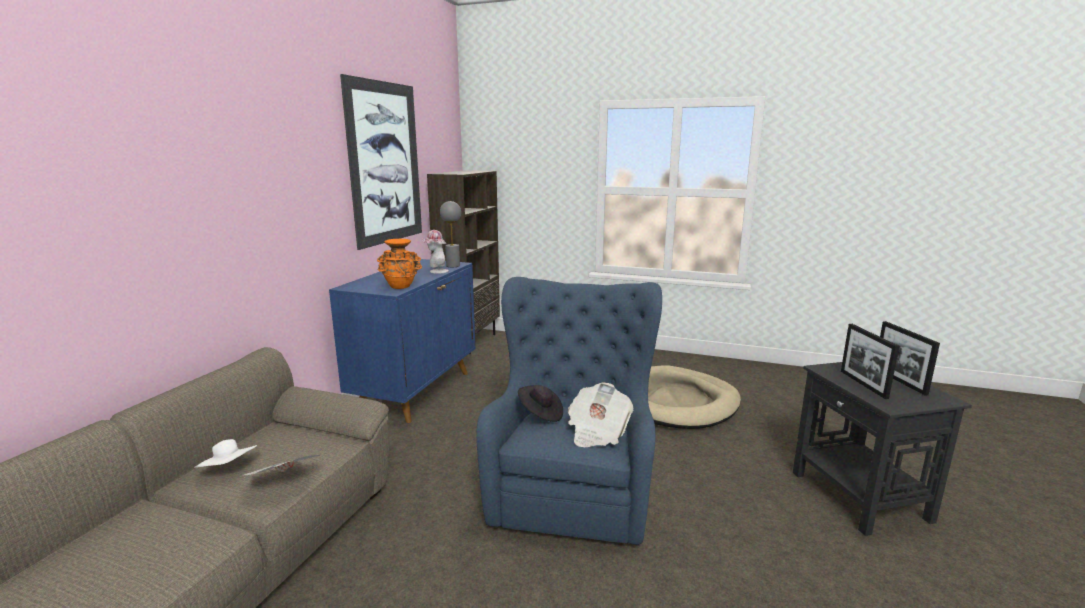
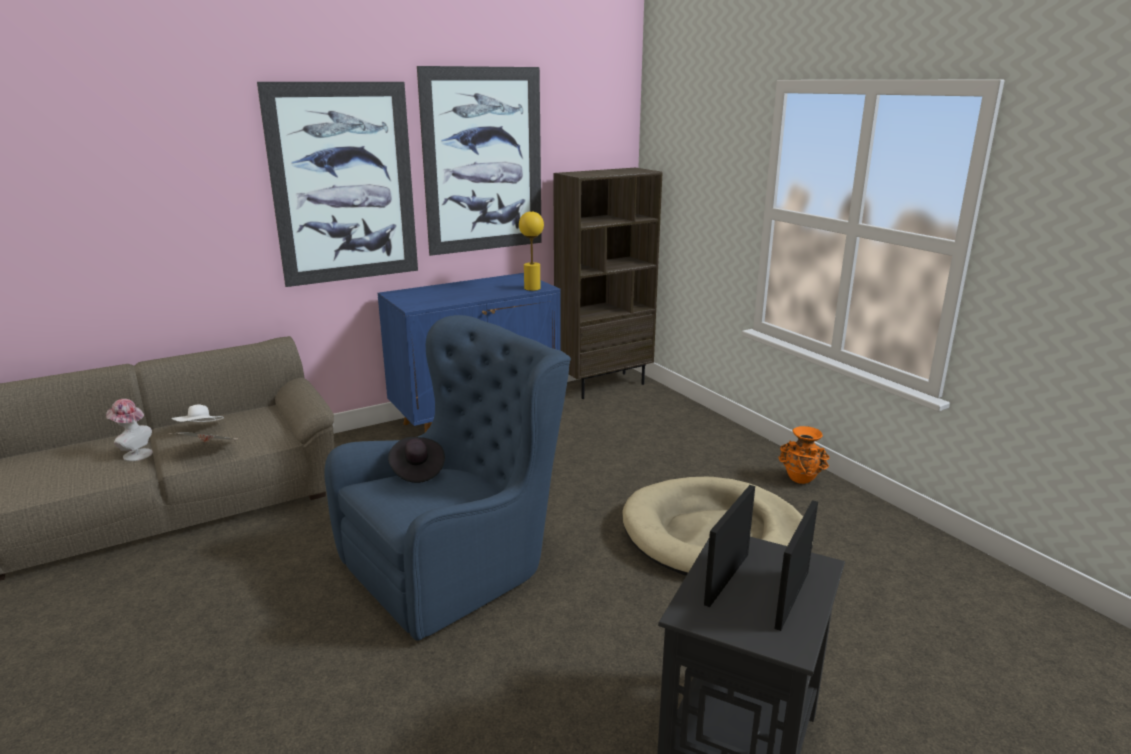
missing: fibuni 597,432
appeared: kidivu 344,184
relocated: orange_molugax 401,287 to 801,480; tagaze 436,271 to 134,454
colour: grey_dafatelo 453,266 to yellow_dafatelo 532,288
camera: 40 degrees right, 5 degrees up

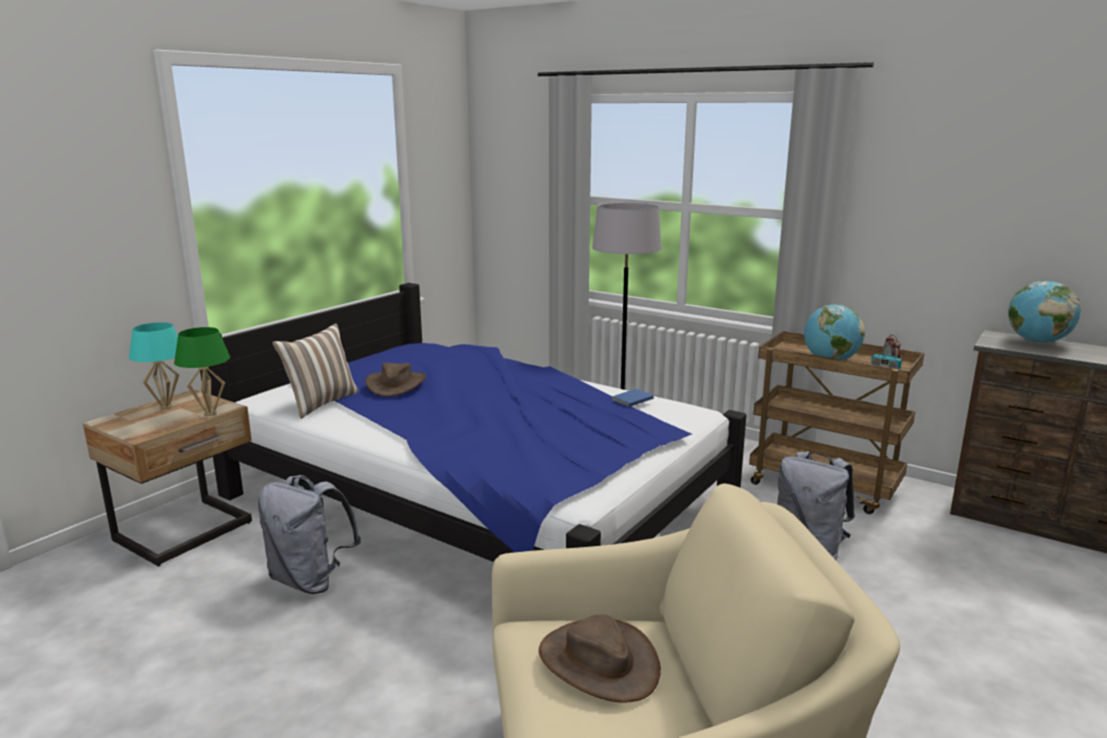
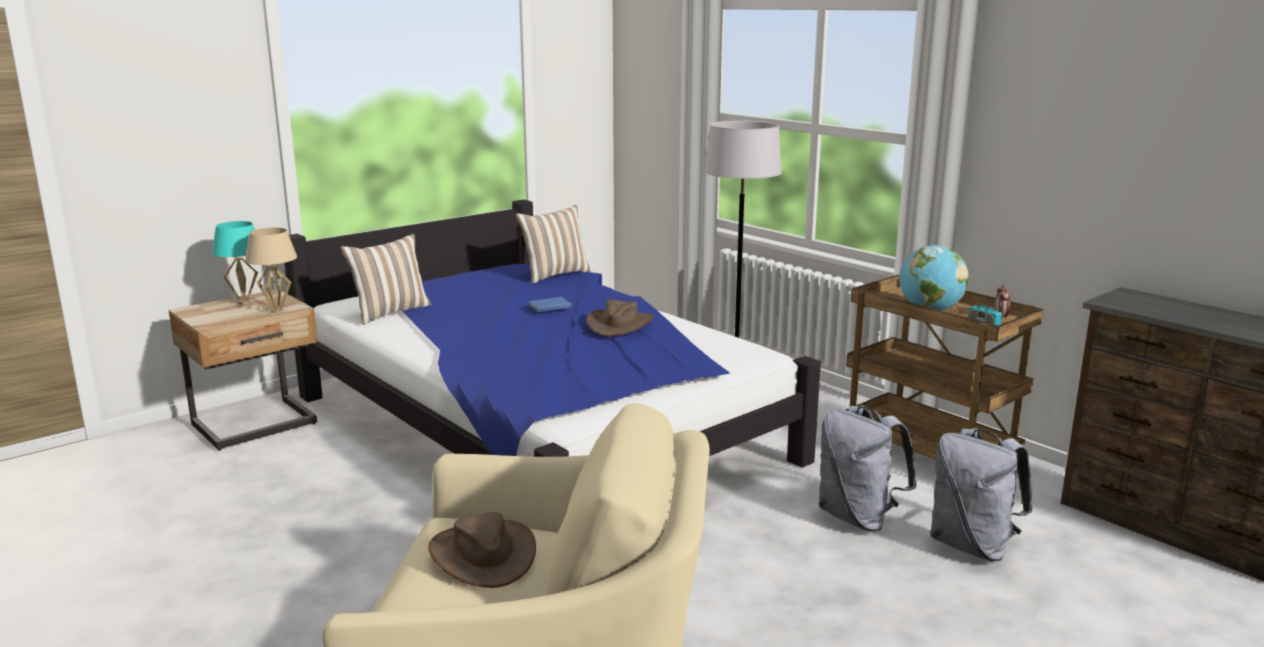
missing: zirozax 1037,342
appeared: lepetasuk 554,275
relocated: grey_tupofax 310,580 to 972,546; brown_tagaze 396,384 to 619,324; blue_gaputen 633,400 to 550,307
colour: green_dafatelo 210,413 to beige_dafatelo 277,311
camera: 15 degrees right, 0 degrees up

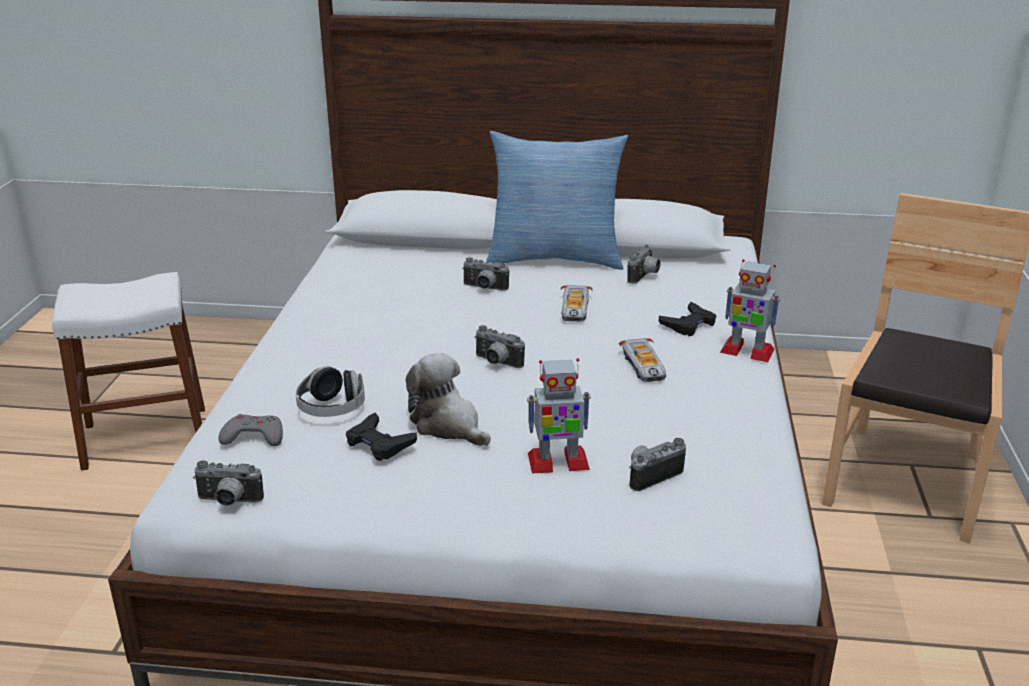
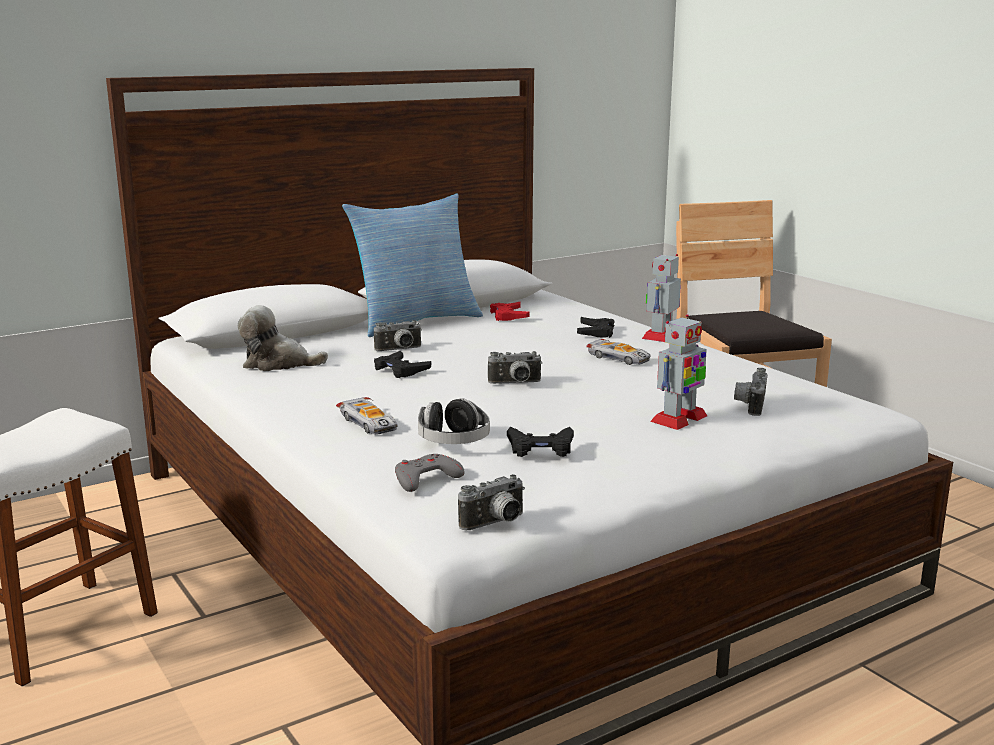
appeared: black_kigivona 400,370
relocated: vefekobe 448,425 to 278,364; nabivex 575,309 to 369,423
exchanged: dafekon 644,276 to red_kigivona 508,316
spun: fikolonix 746,351 = 661,335 135 degrees clockwise
camera: 40 degrees left, 10 degrees down

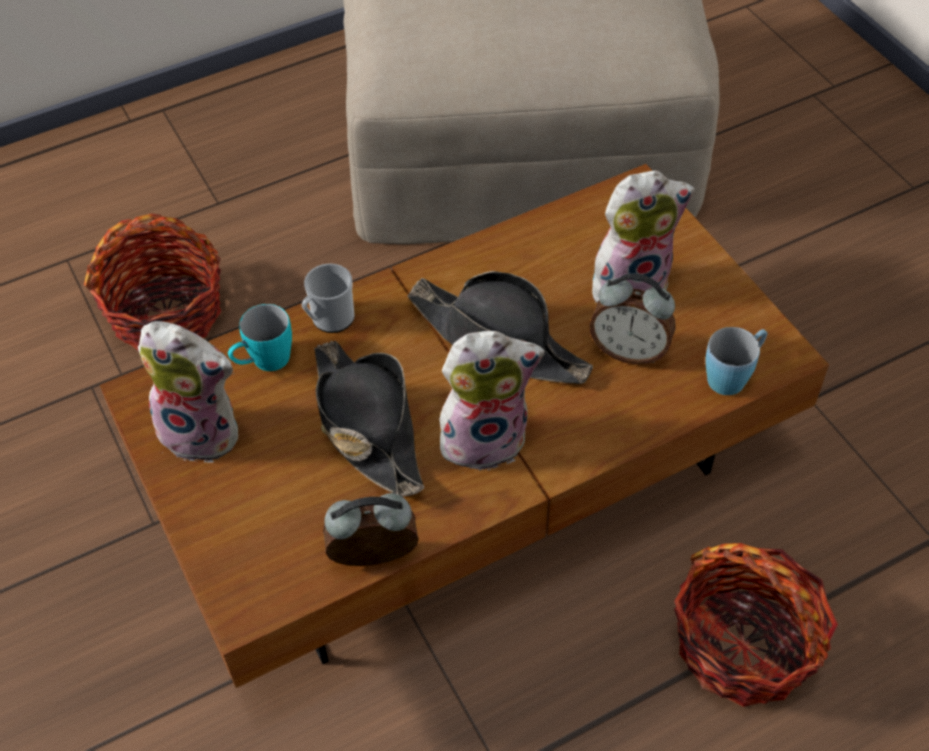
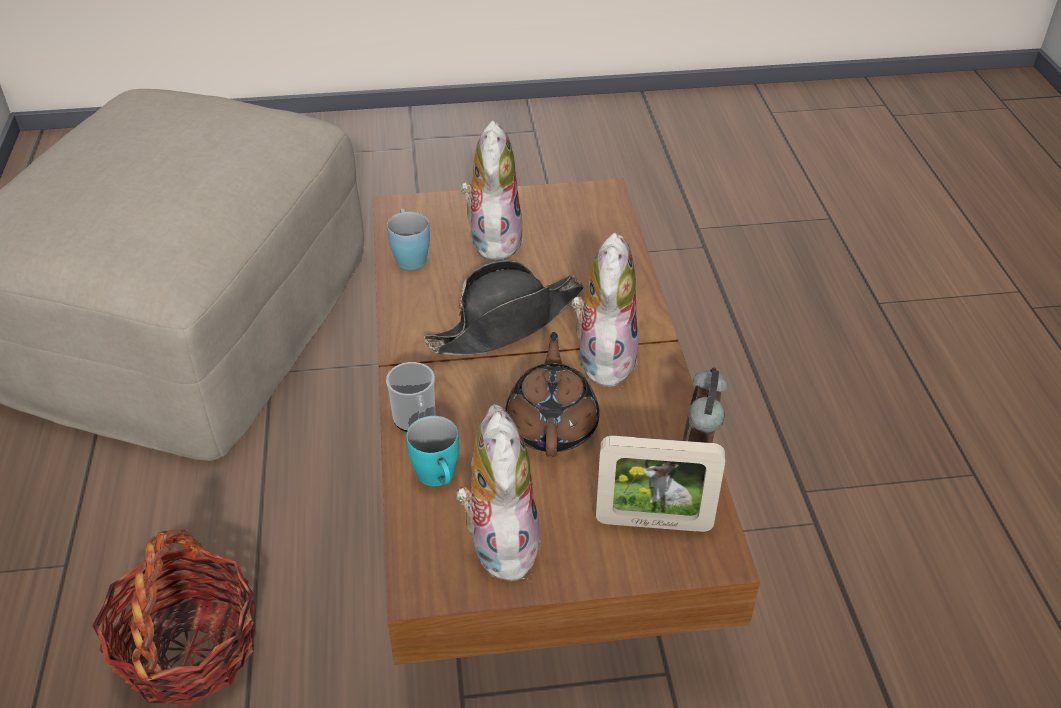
missing: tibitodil 629,350; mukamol 744,645
appeared: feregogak 653,523
relocated: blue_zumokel 733,375 to 409,255
exchanged: black_tagaze 366,424 to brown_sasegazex 552,425
spun: vefekobe 204,431 = 499,542 45 degrees counterclockwise
camera: 70 degrees left, 10 degrees down

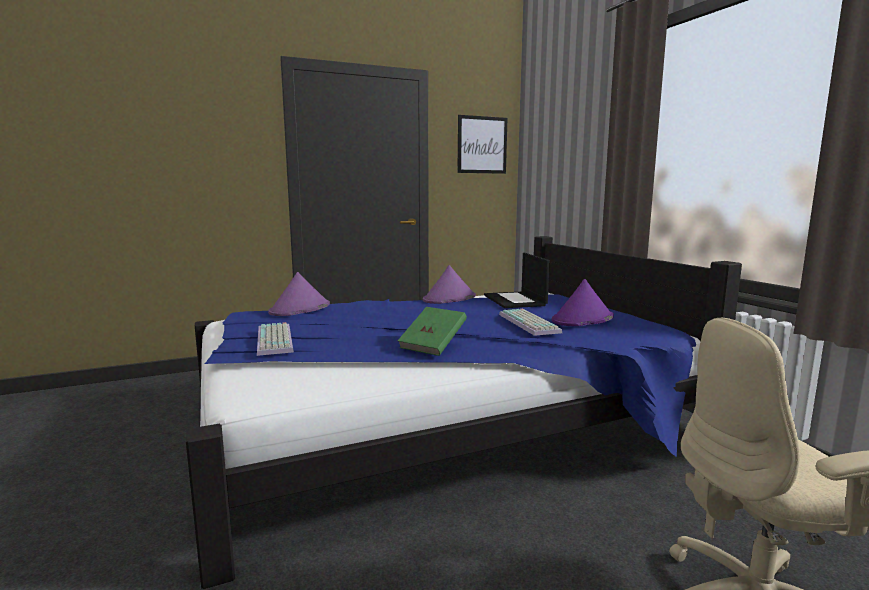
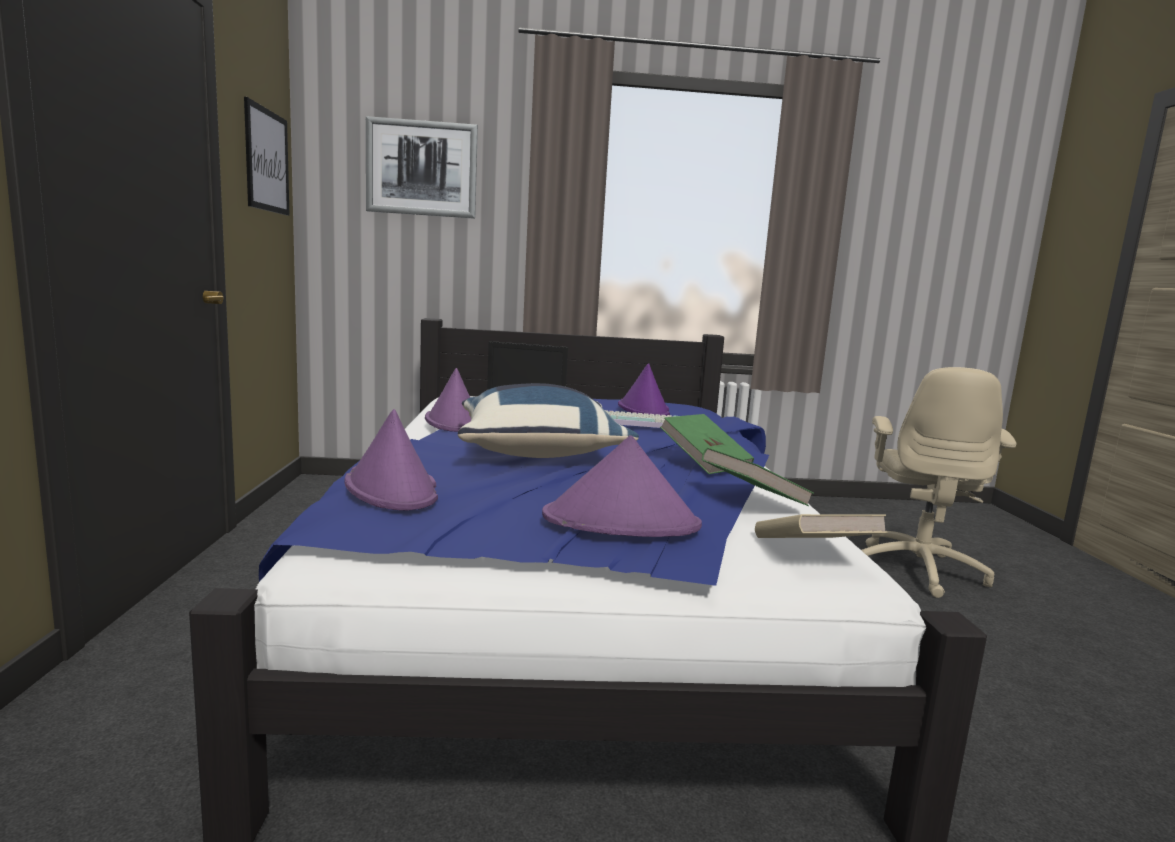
appeared: kidivu 422,168; blue_lepetasuk 539,452; green_gaputen 753,500; beige_gaputen 812,555
exchanged: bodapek 276,340 to purple_tagaze 622,522
camera: 70 degrees left, 0 degrees up

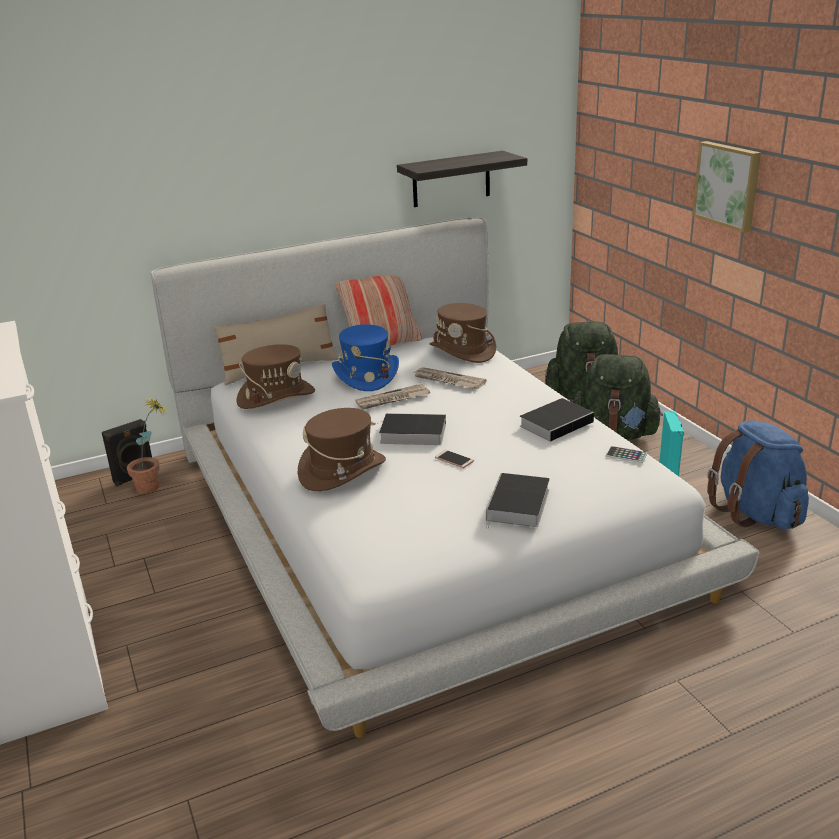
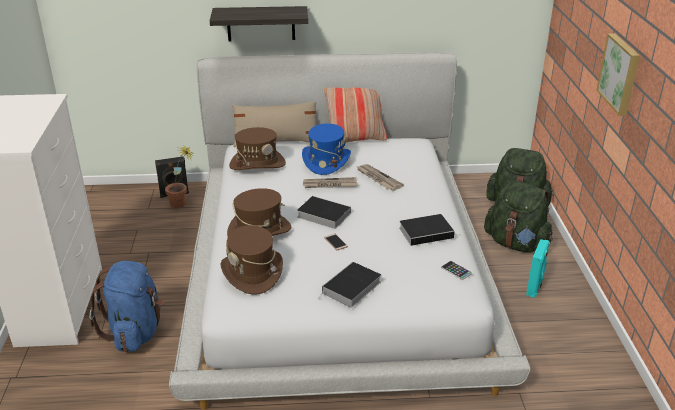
relocated: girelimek 451,179 to 261,23; brown_tagaze 463,351 to 252,273; blue_tupofax 755,513 to 135,332
camera: 20 degrees right, 5 degrees up

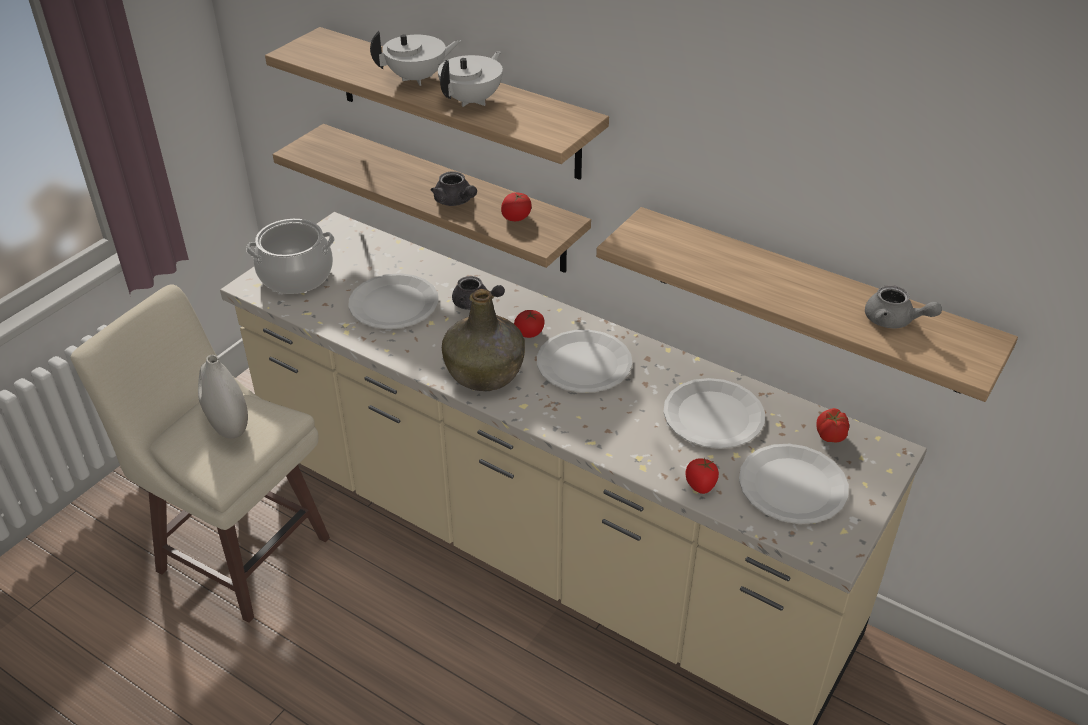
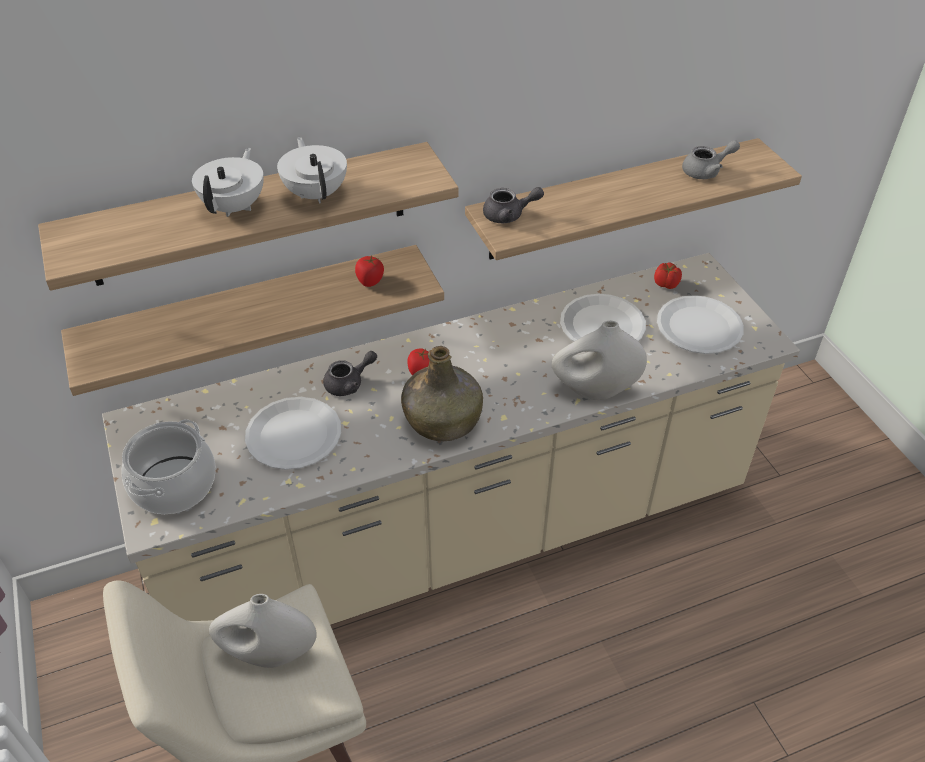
missing: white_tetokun 584,364; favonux 700,485
appeared: white_molugax 594,391
relocated: grey_sasegazex 455,201 to 509,215
camera: 55 degrees left, 5 degrees up

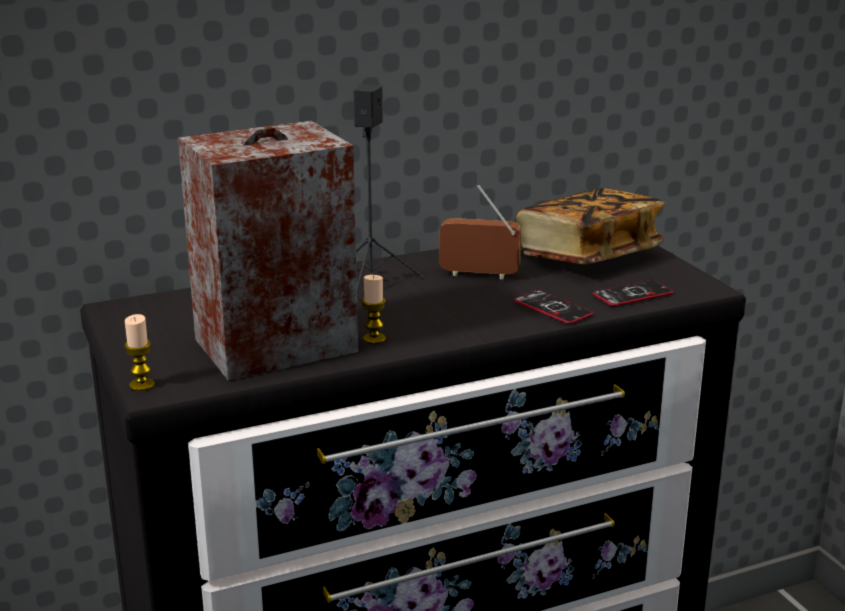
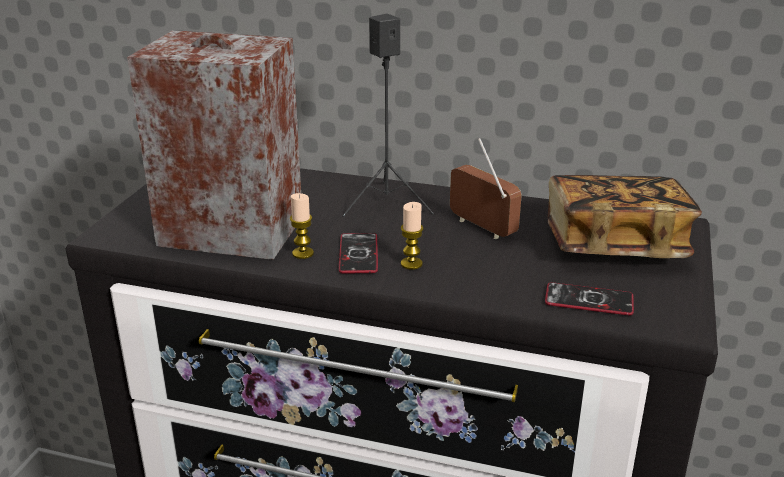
relocated: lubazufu 142,385 to 411,264; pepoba 552,309 to 358,254
camera: 40 degrees right, 5 degrees up

